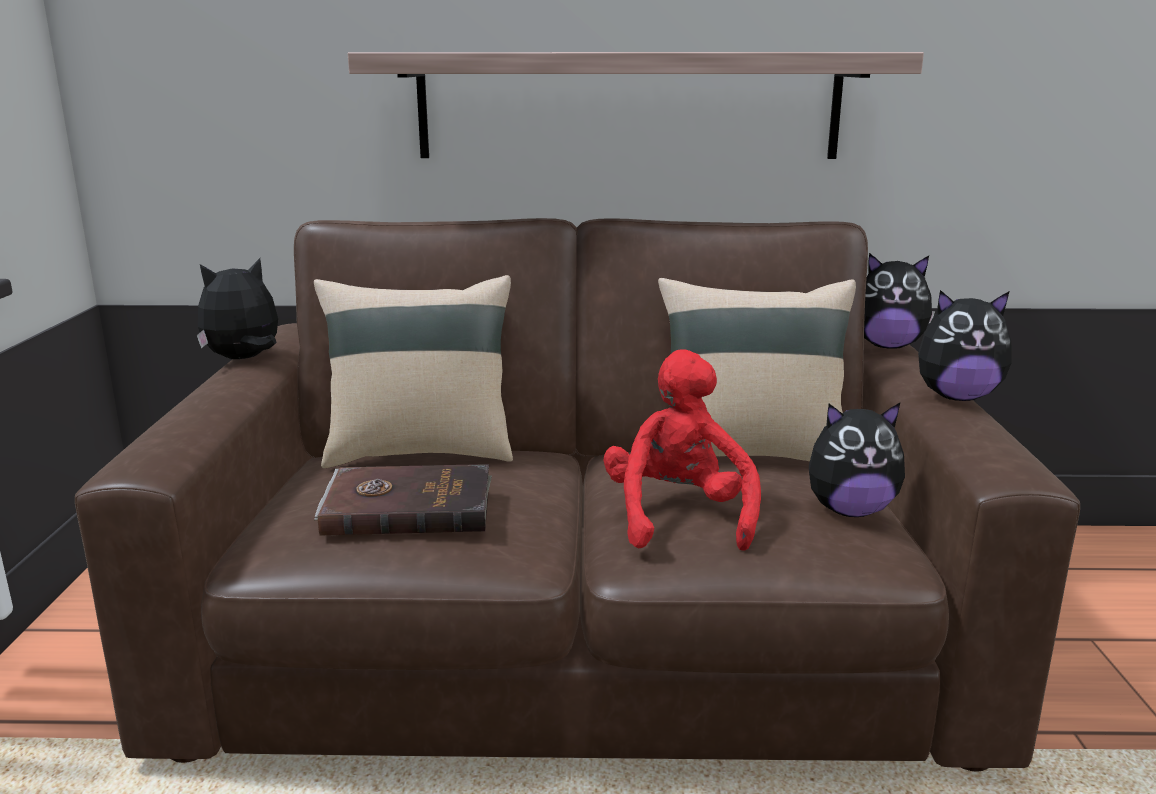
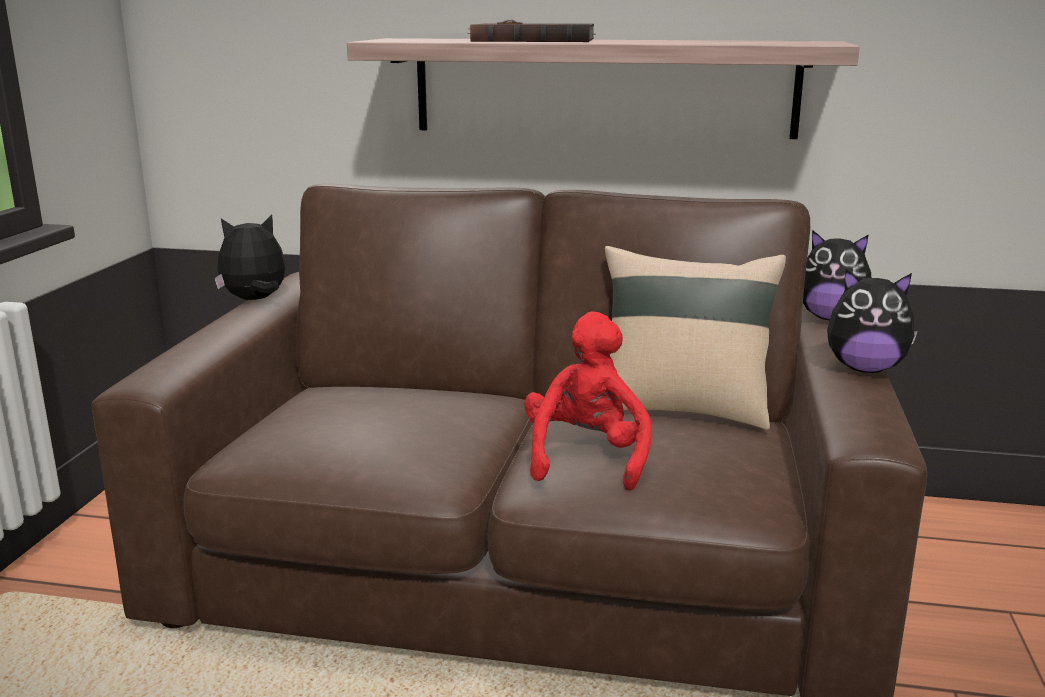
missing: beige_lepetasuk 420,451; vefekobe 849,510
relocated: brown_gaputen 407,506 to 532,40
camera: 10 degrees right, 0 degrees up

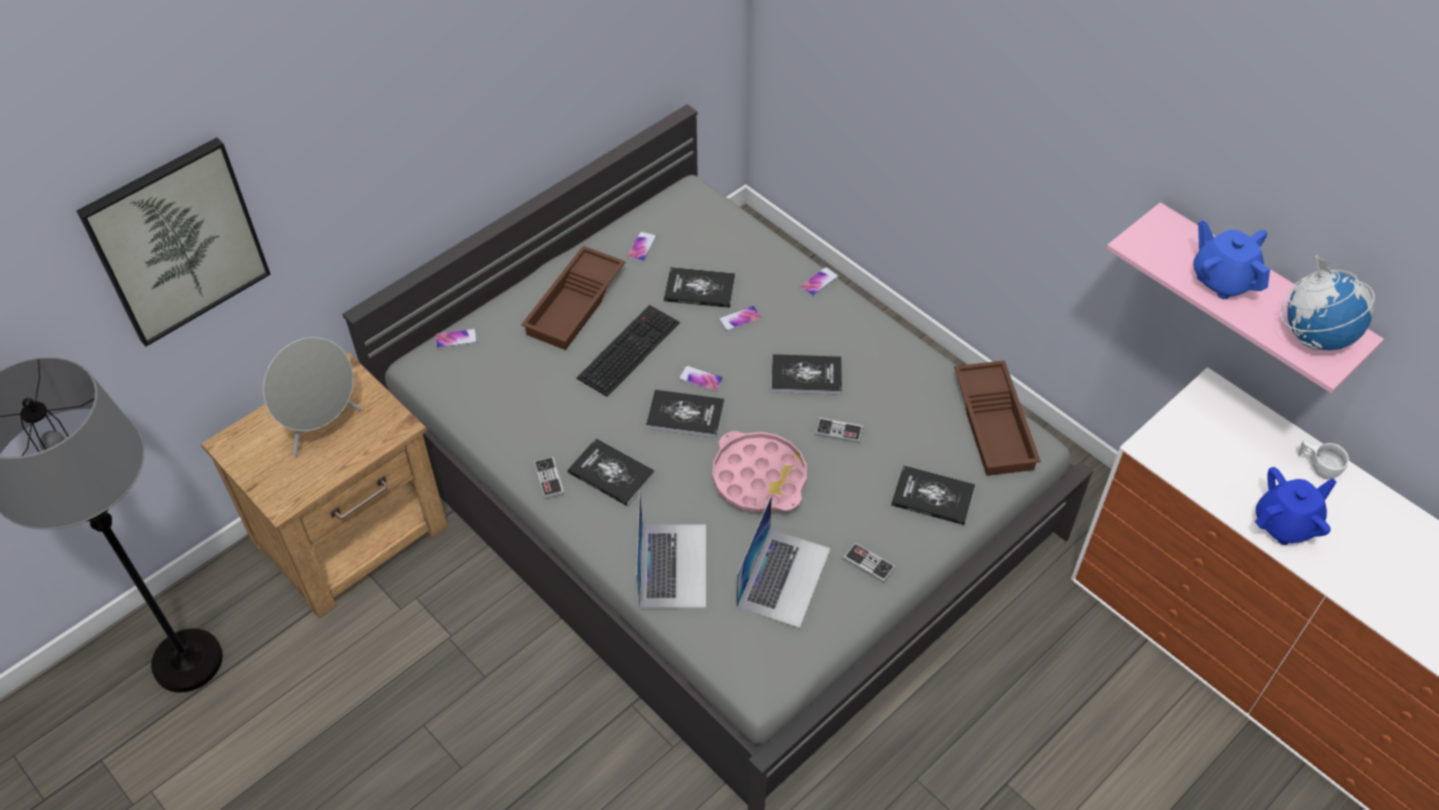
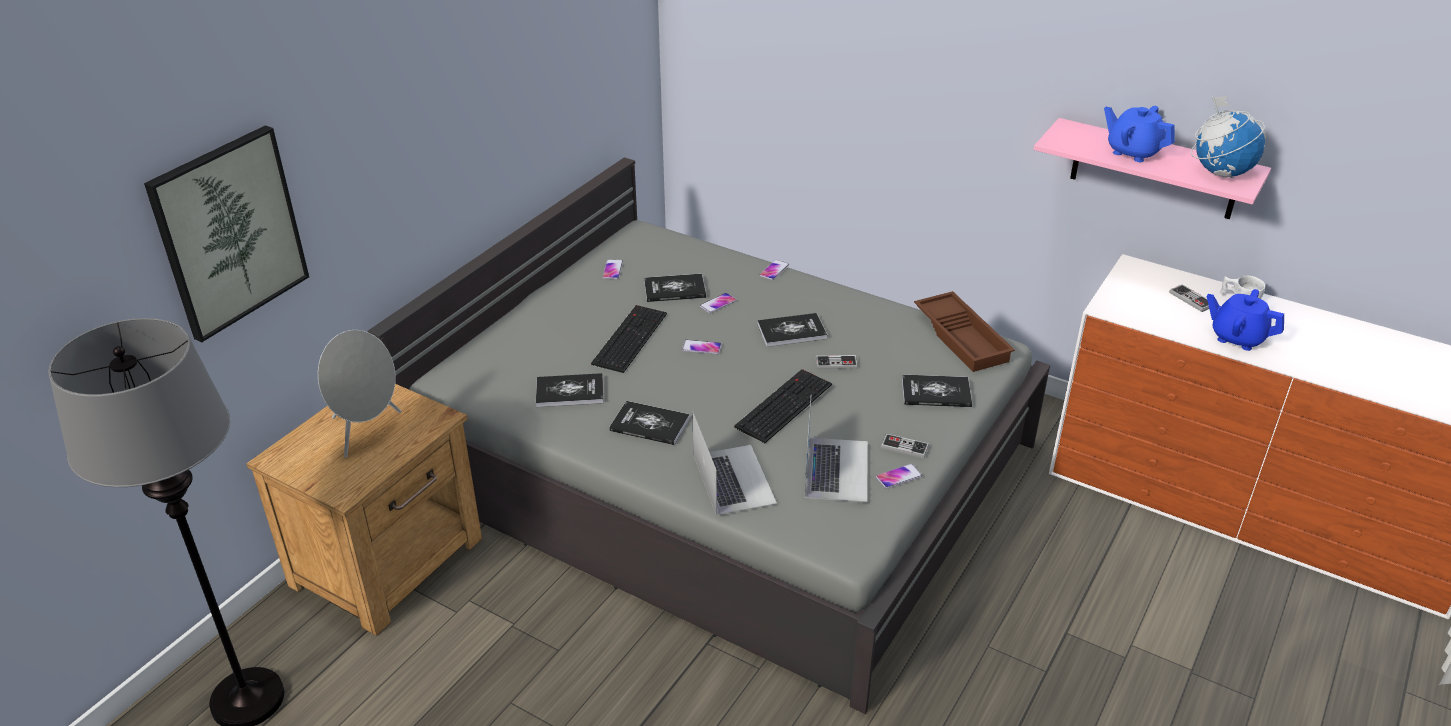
missing: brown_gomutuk 576,305
relocated: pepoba 456,339 to 899,477; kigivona 549,479 to 1191,299; gaputen 685,415 to 570,391
exchanged: pink_gomutuk 759,478 to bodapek 783,404
spun: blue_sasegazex 1285,524 = 1237,337 105 degrees counterclockwise
camera: 15 degrees left, 15 degrees down

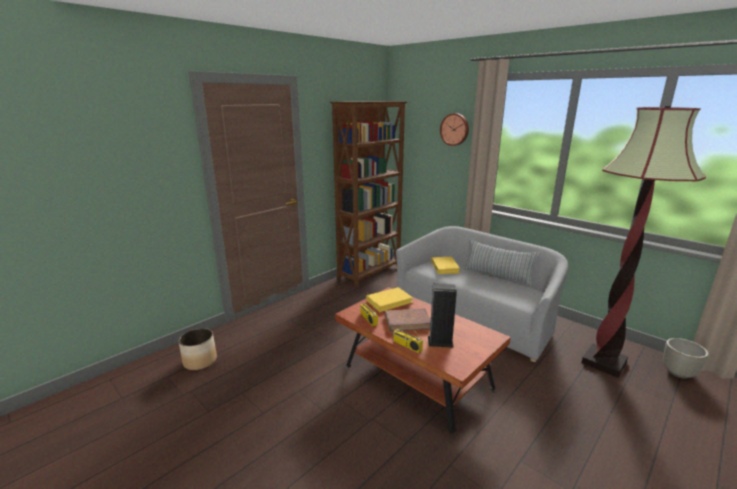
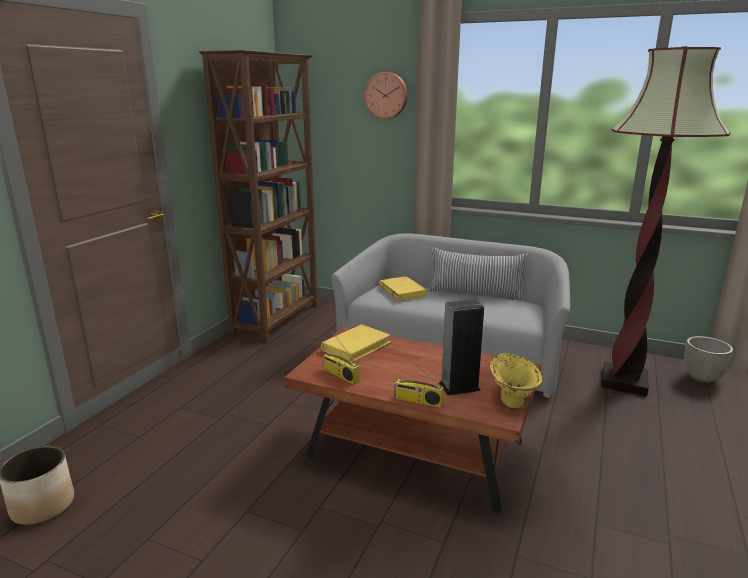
missing: brown_gaputen 408,322
appeared: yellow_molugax 512,399
camera: 20 degrees left, 0 degrees up

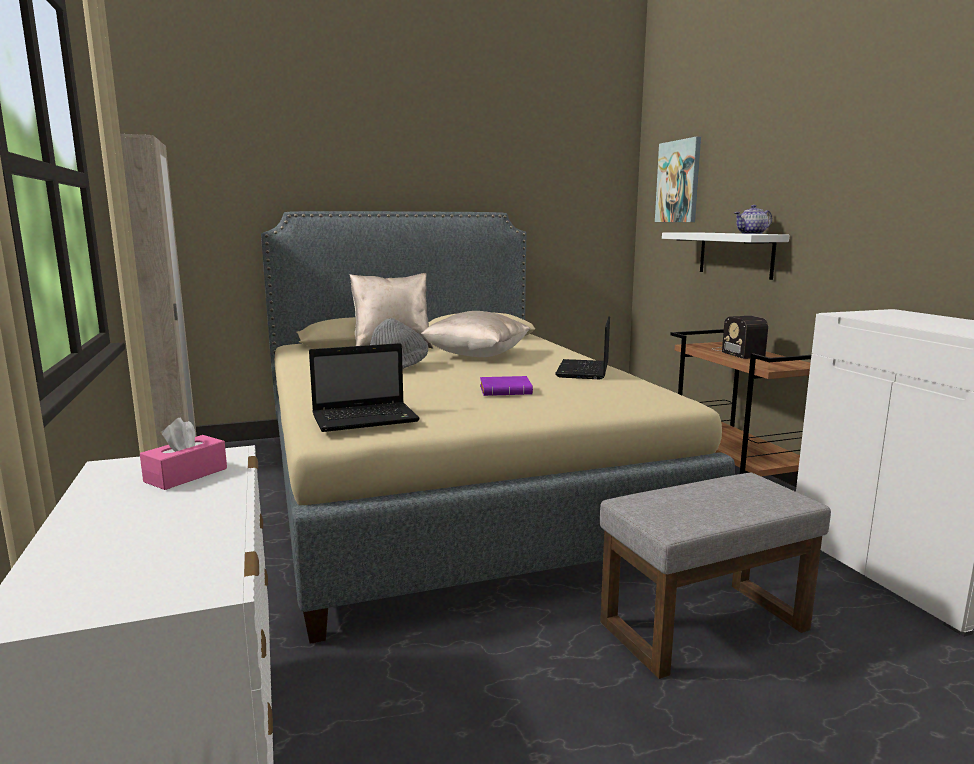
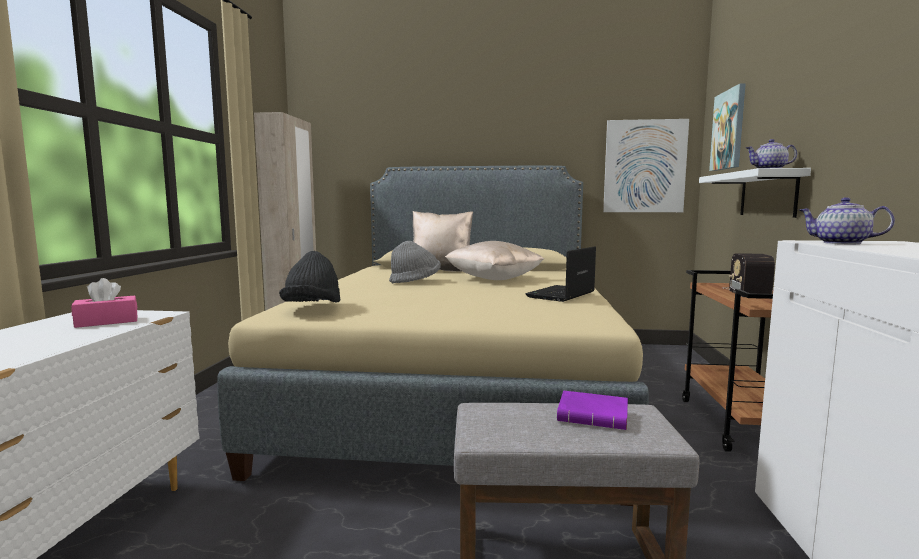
appeared: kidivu 644,166; sasegazex 840,243
relocated: purple_gaputen 507,391 to 595,416
exchanged: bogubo 367,418 to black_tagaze 312,307
camera: 25 degrees right, 5 degrees down

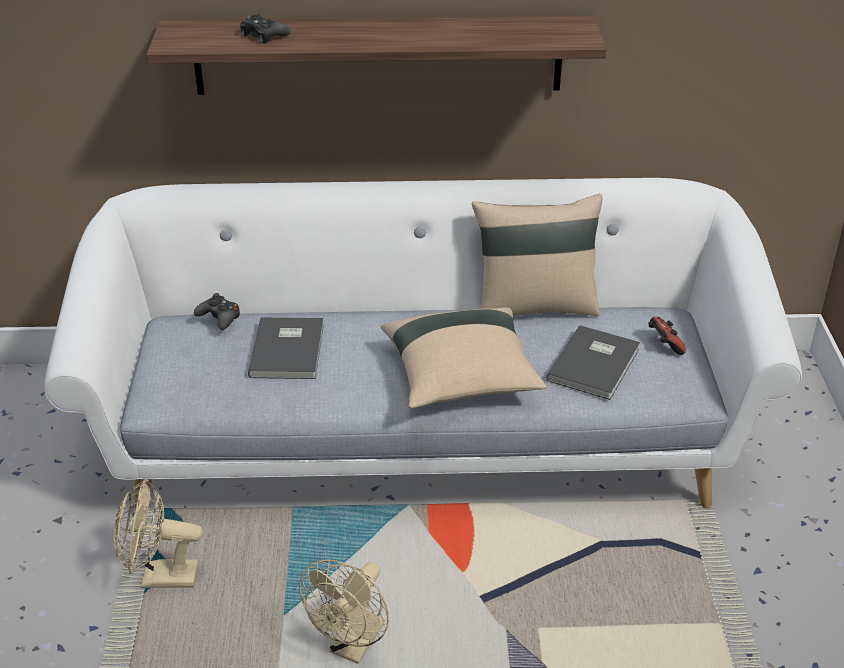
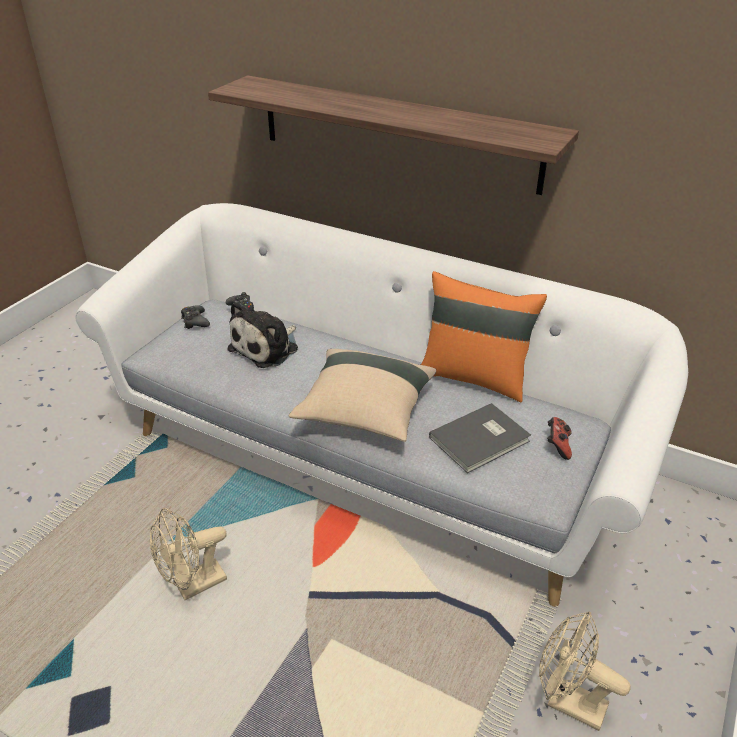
relocated: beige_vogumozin 160,577 to 567,702; black_kigivona 263,35 to 195,321
exchanged: grey_gaputen 290,350 to vefekobe 267,348
colour: beige_lepetasuk 534,307 to orange_lepetasuk 474,377
camera: 30 degrees right, 0 degrees up

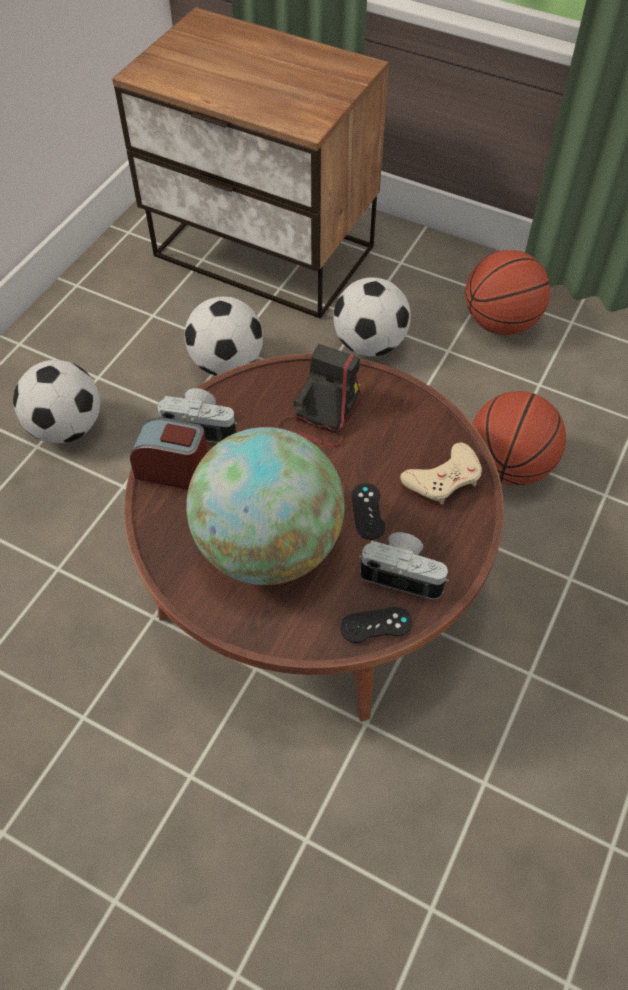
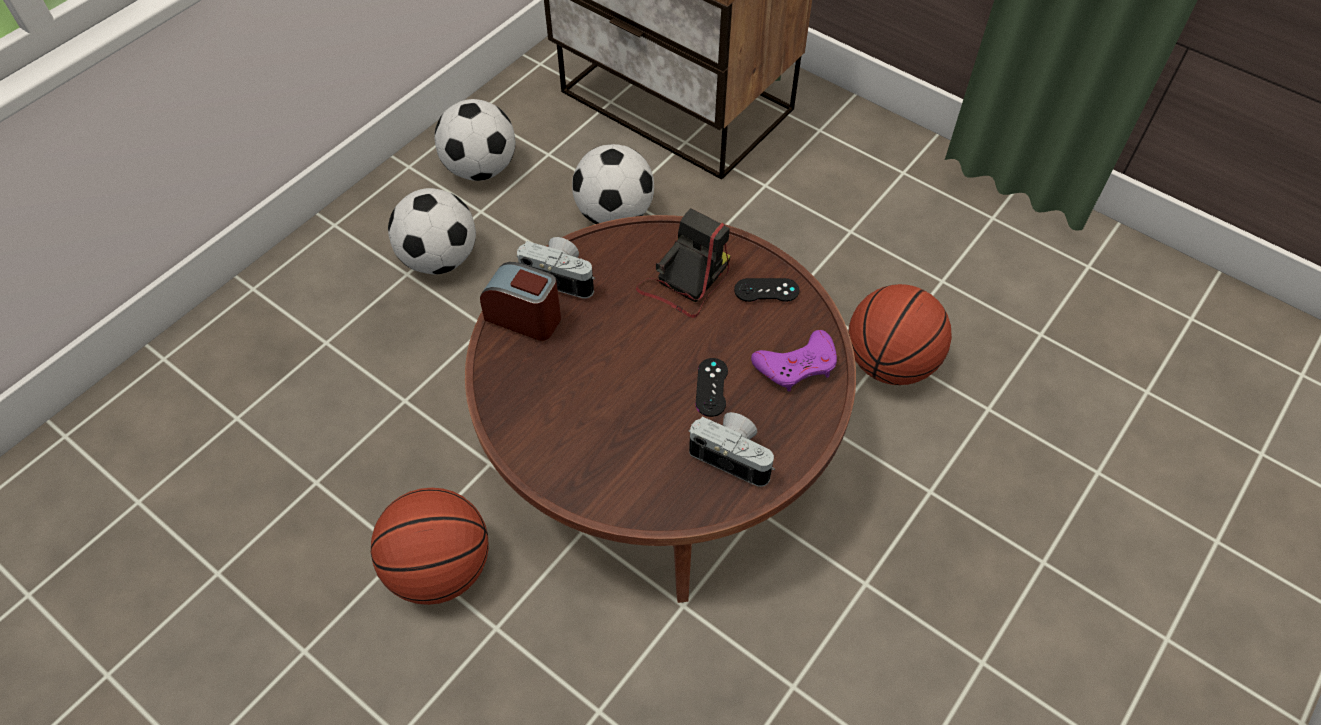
missing: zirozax 268,547
relocated: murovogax 369,344 to 480,168; black_kigivona 376,625 to 766,290; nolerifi 500,322 to 440,568
colour: beige_kigivona 444,479 to purple_kigivona 797,365
camera: 10 degrees right, 0 degrees up

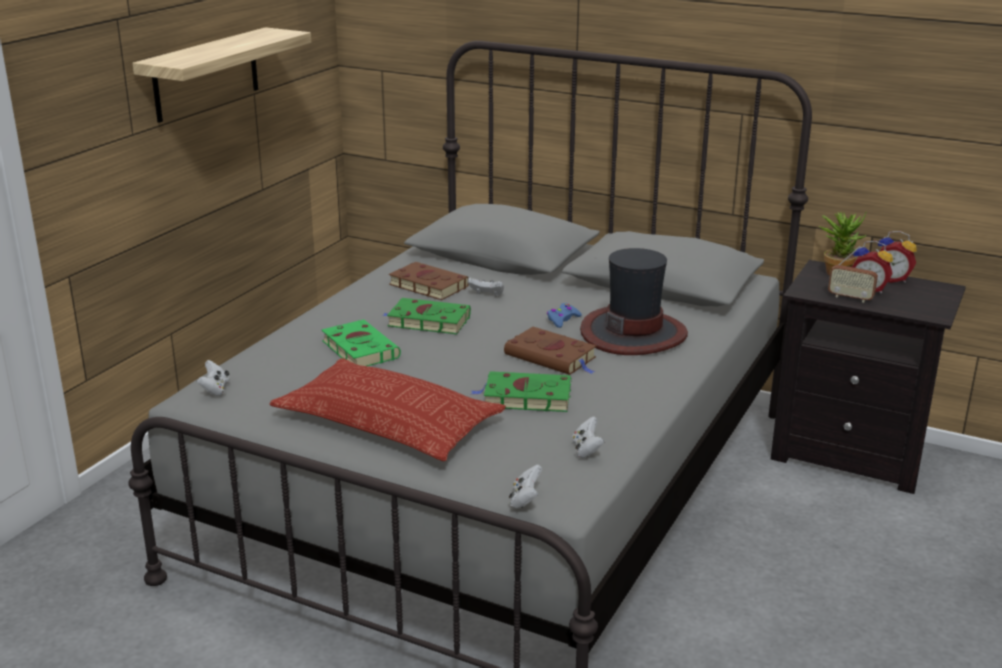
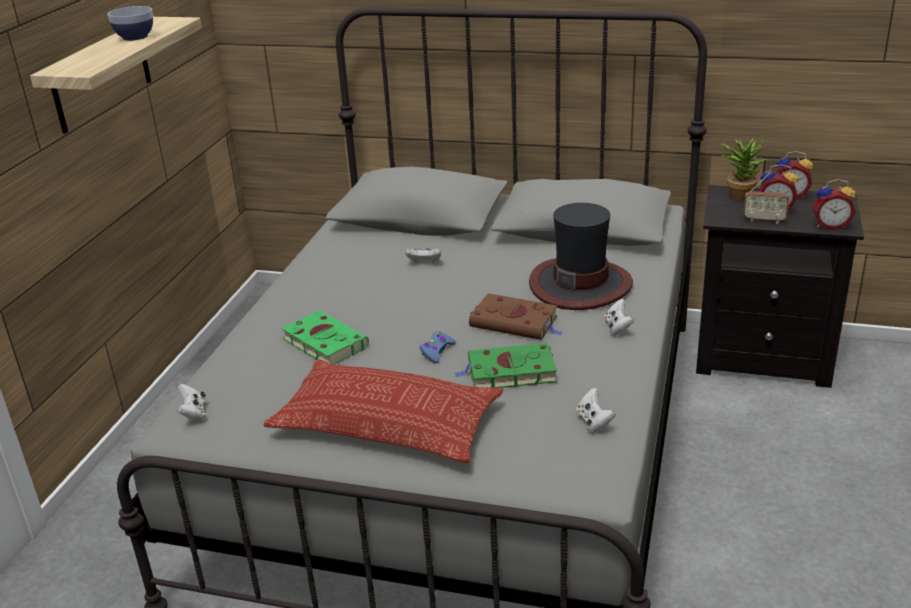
missing: green_gaputen 426,321; brown_gaputen 426,285
appeared: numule 135,37; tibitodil 830,225
relocated: white_kigivona 525,500 to 617,328; blue_kigivona 562,320 to 437,351
camera: 10 degrees left, 5 degrees up

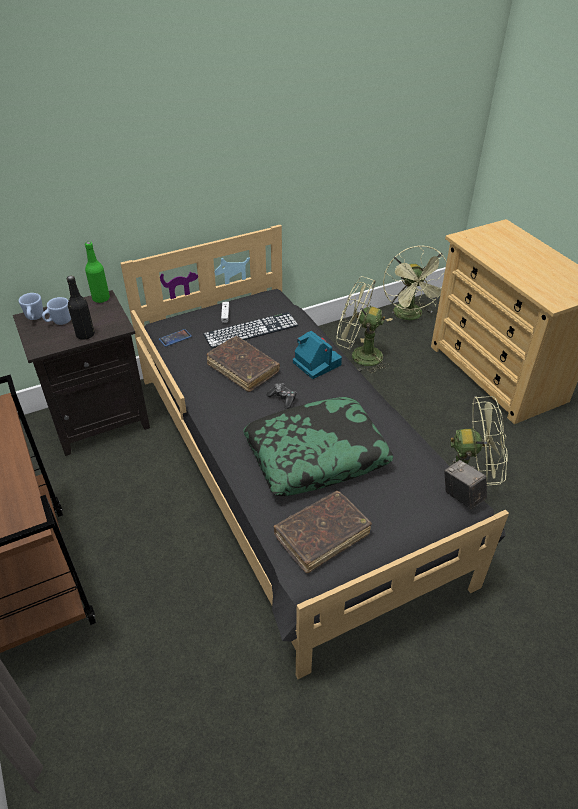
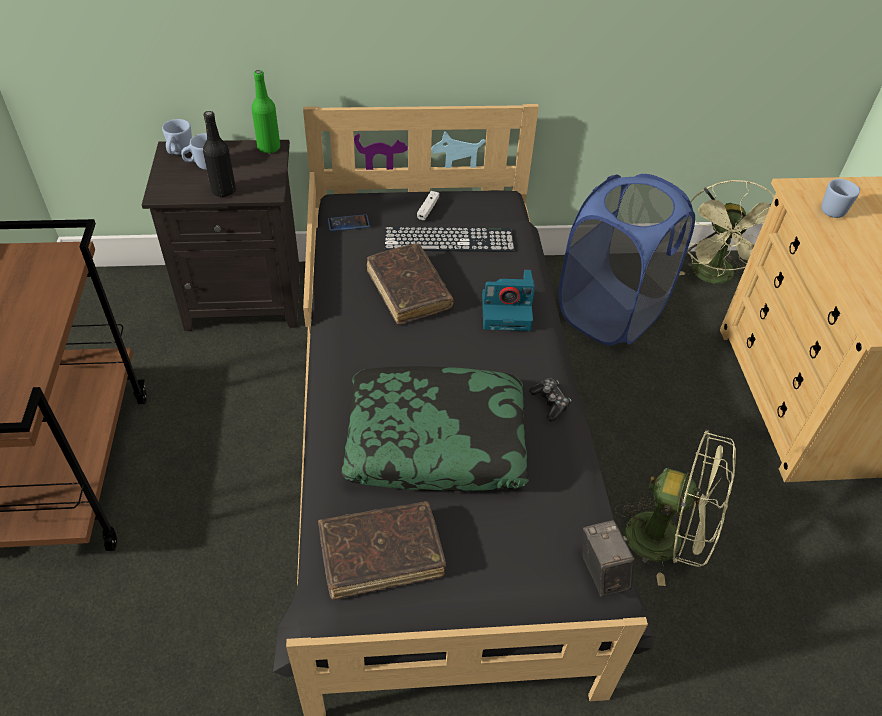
appeared: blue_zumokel 836,210
relocated: kigivona 283,398 to 550,403
exchanged: green_vogumozin 359,356 to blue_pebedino 610,313
spun: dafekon 315,363 = 507,311 105 degrees clockwise
camera: 20 degrees right, 5 degrees up

